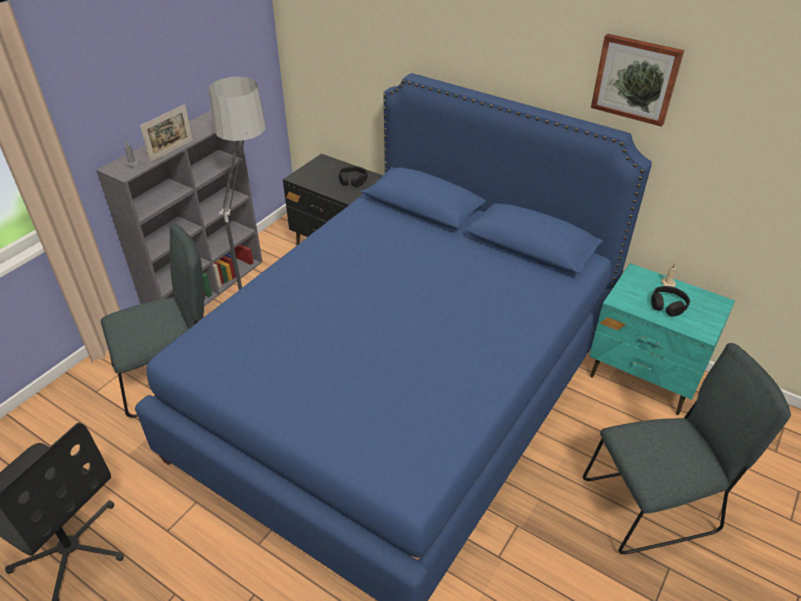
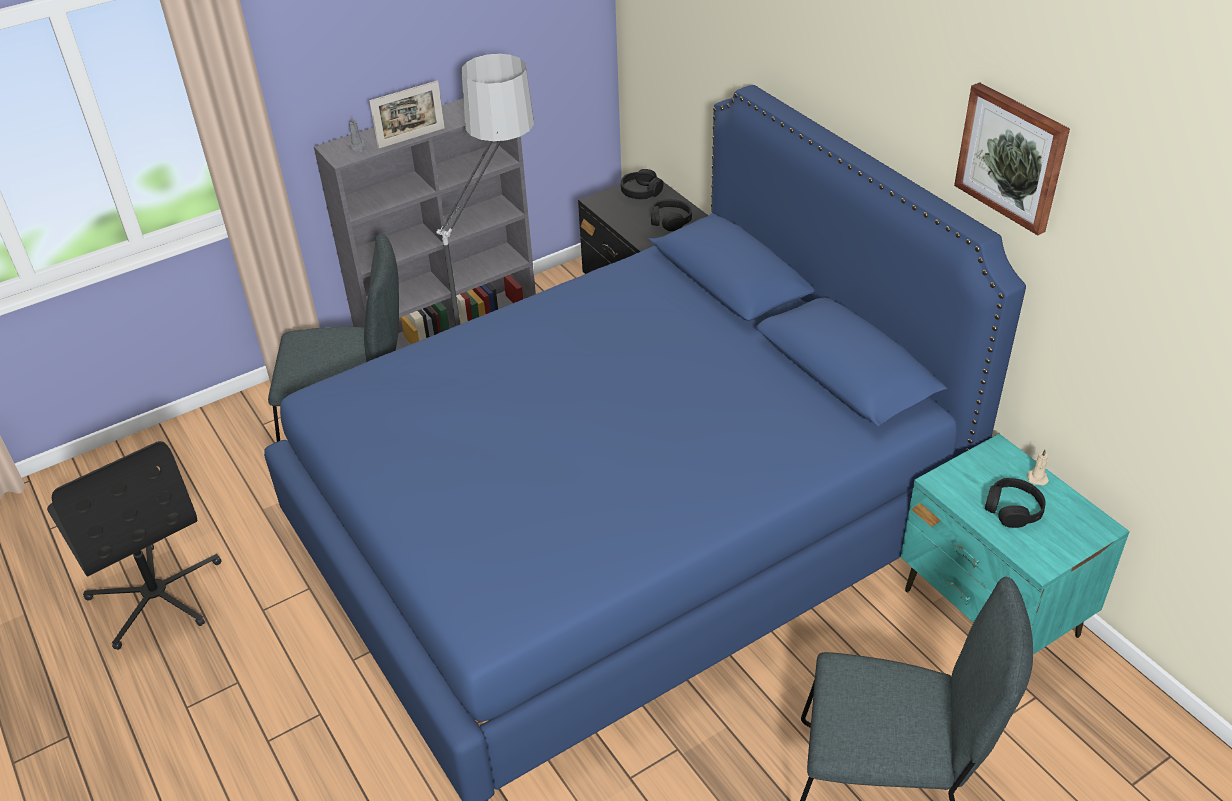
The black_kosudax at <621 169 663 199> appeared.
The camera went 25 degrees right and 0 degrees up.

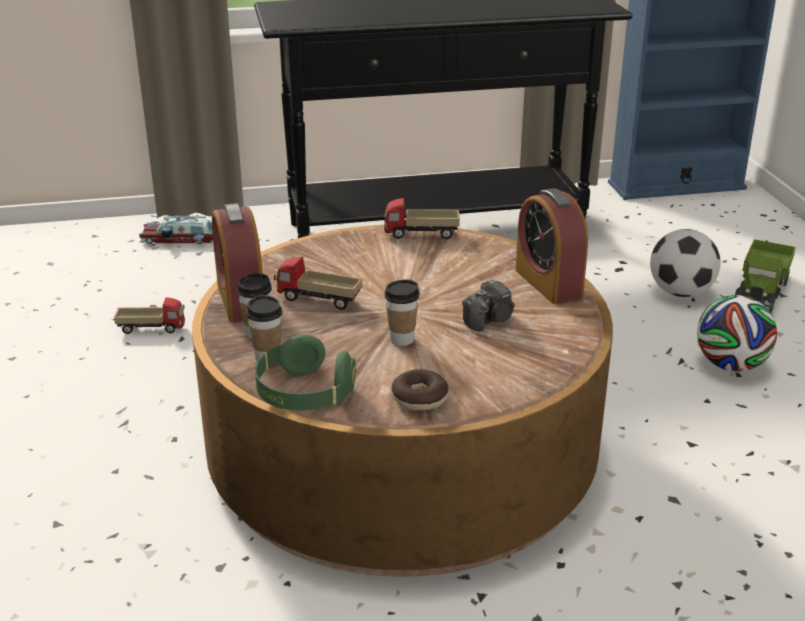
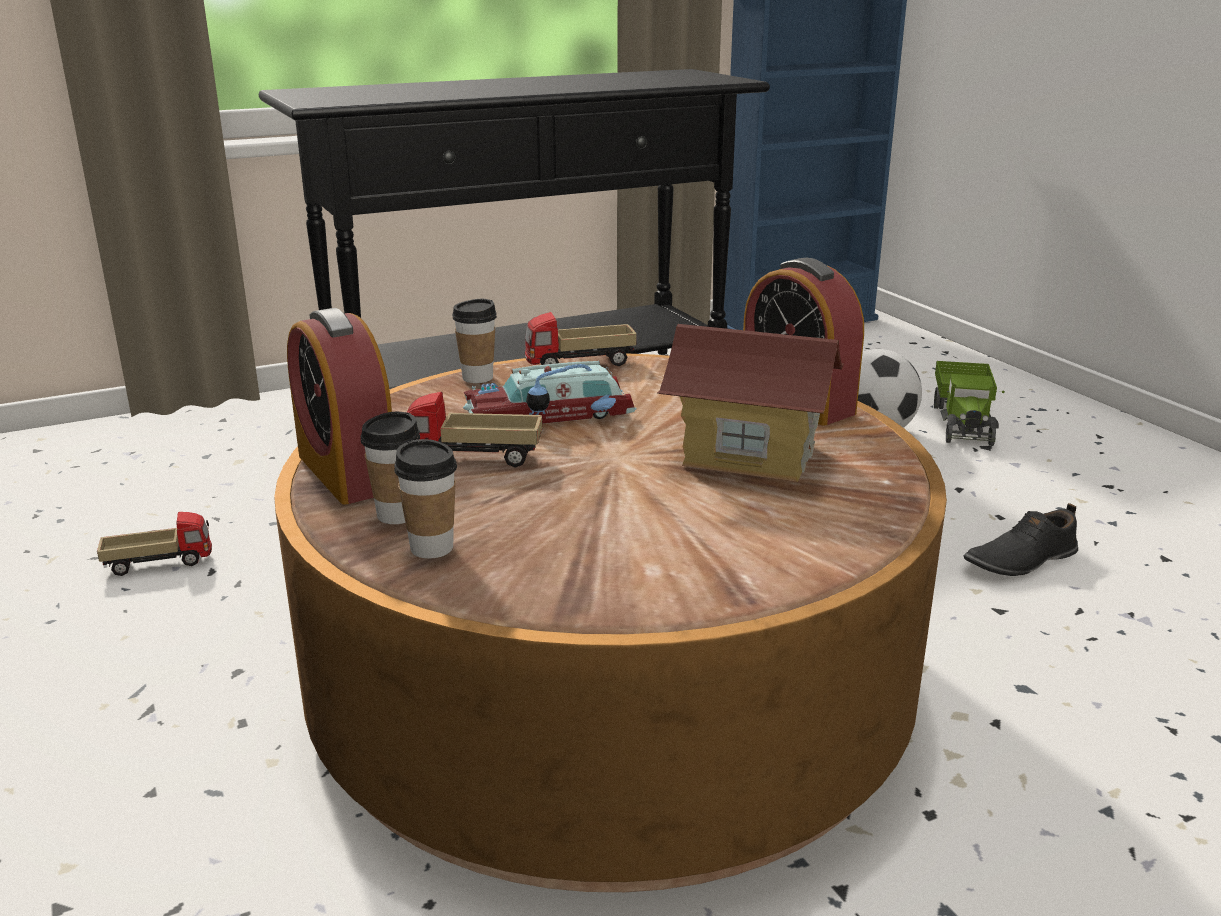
The green_kosudax at <255 334 356 411> disappeared.
The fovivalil at <391 369 449 410> disappeared.
The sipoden at <697 295 777 372> disappeared.
The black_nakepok at <963 503 1078 576> appeared.
The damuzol moved from <139 216 213 244> to <463 361 637 424>.
The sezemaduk moved from <384 279 420 346> to <452 299 497 383>.
The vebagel at <462 278 515 332> was replaced by the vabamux at <657 324 844 482>.
The camera went 15 degrees left and 5 degrees down.

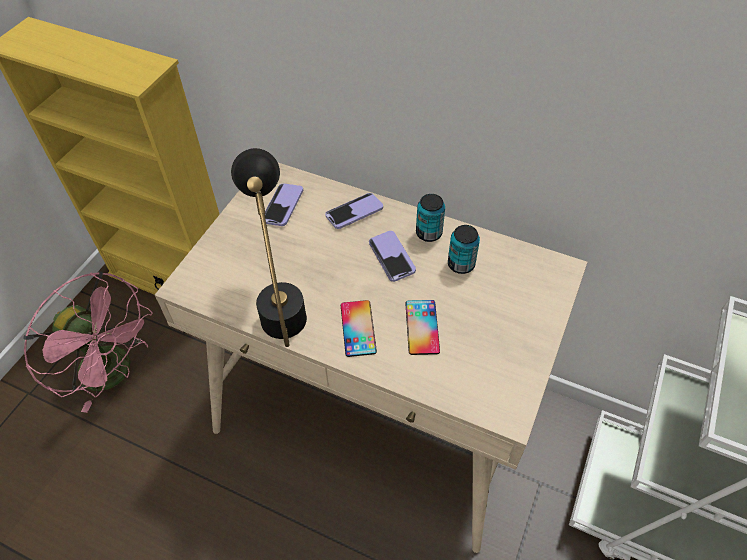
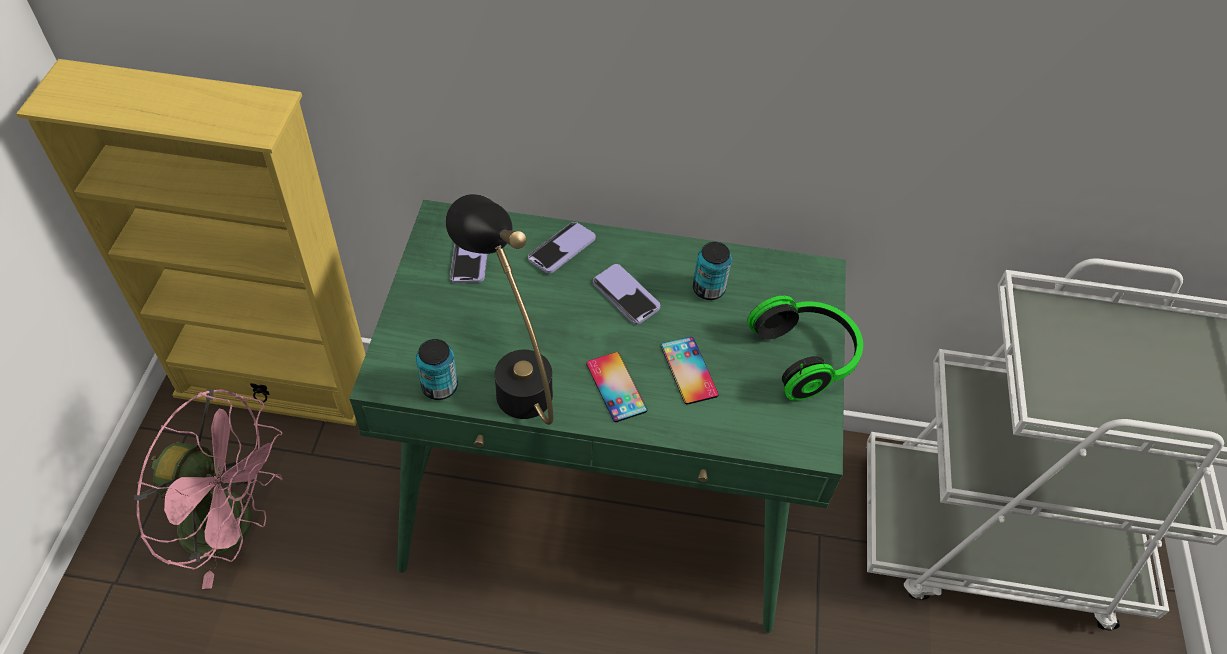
The kosudax at <747 296 863 401> appeared.
The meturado moved from <416 194 445 242> to <416 339 458 400>.
The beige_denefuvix at <155 163 588 553> became the green_denefuvix at <349 200 846 633>.
The camera went 20 degrees left and 0 degrees up.

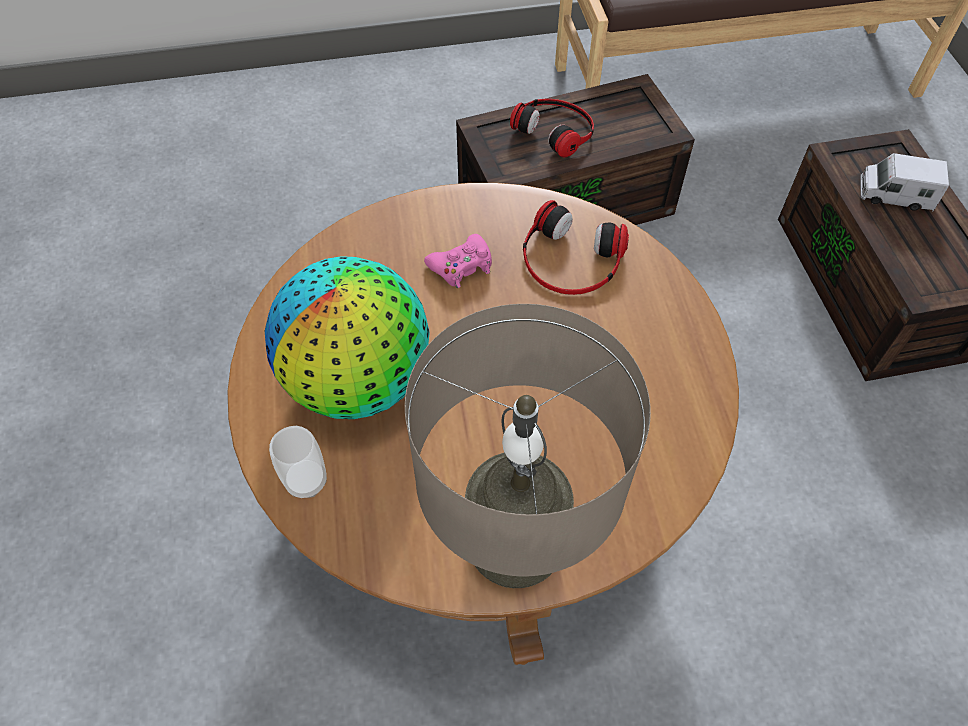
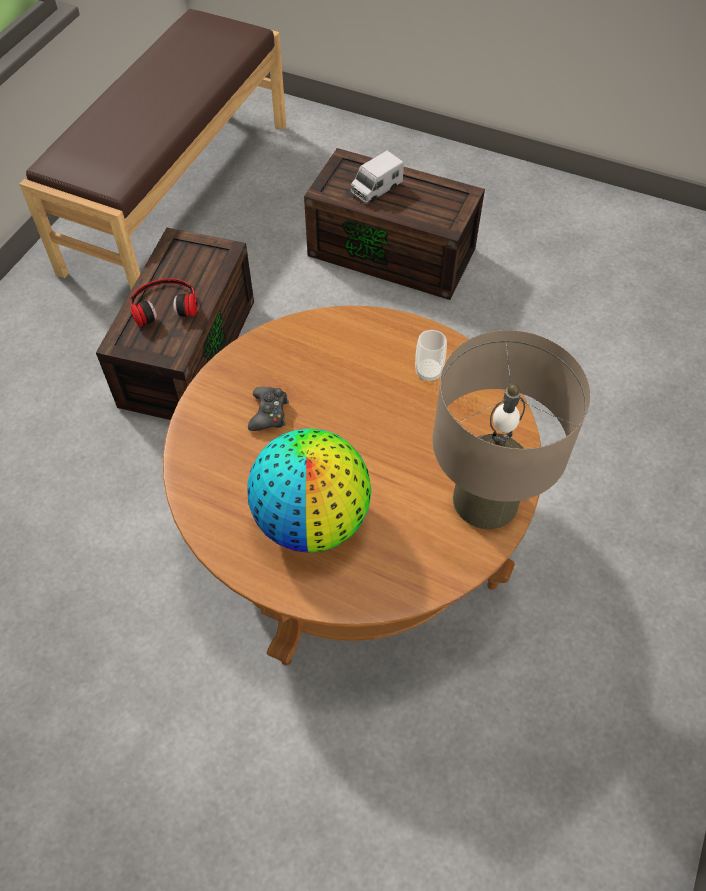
The kosudax at <523 200 629 295> disappeared.
The sezemaduk moved from <269 426 327 498> to <415 330 447 382>.
The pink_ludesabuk at <424 234 492 288> became the black_ludesabuk at <248 387 289 431>.
The camera went 55 degrees left and 0 degrees up.

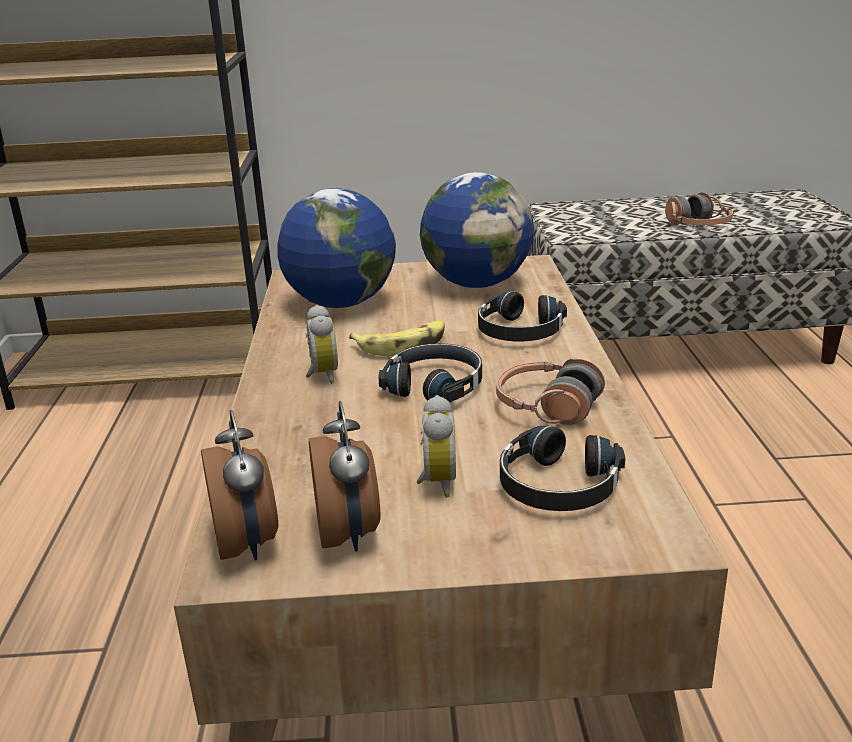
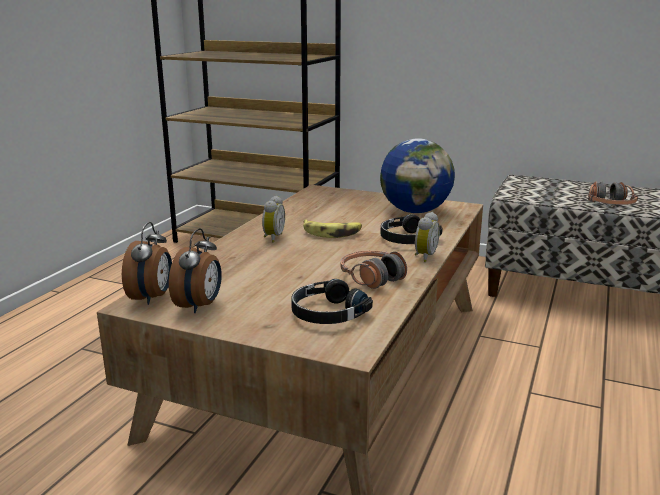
The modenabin at <278 188 396 308> disappeared.
The black_kosudax at <378 343 482 402> disappeared.
The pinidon moved from <417 395 456 498> to <415 212 440 262>.
The camera went 25 degrees right and 5 degrees down.

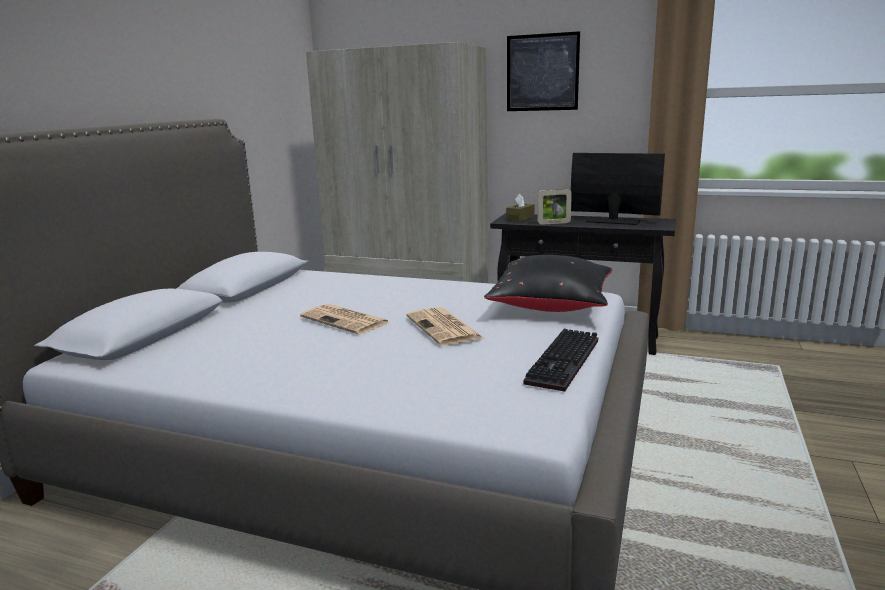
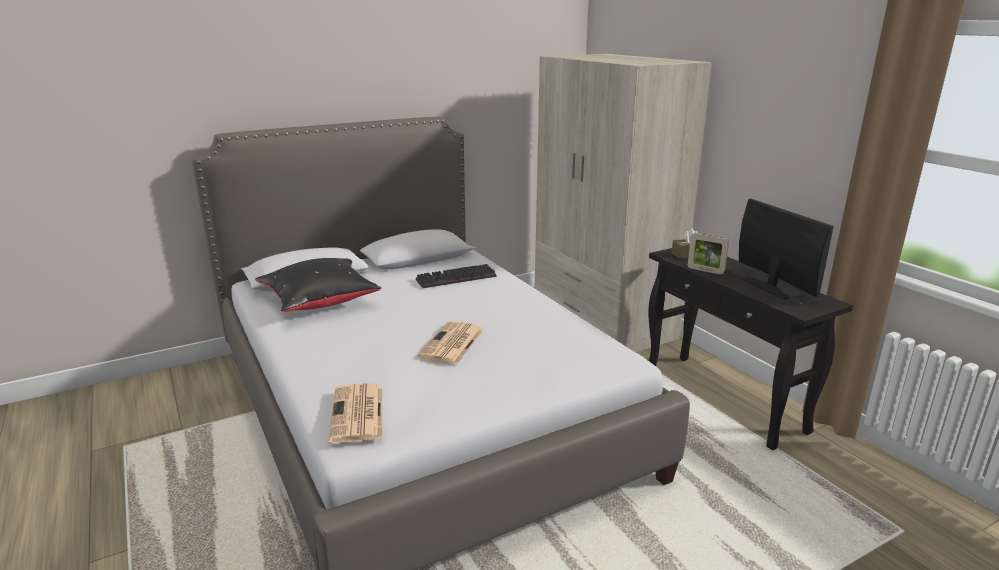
The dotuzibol at <507 31 580 111> disappeared.
The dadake moved from <300 304 391 334> to <329 383 382 443>.
The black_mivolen moved from <484 255 613 312> to <255 258 381 312>.
The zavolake moved from <523 329 598 392> to <416 264 496 288>.
The camera went 40 degrees right and 5 degrees up.

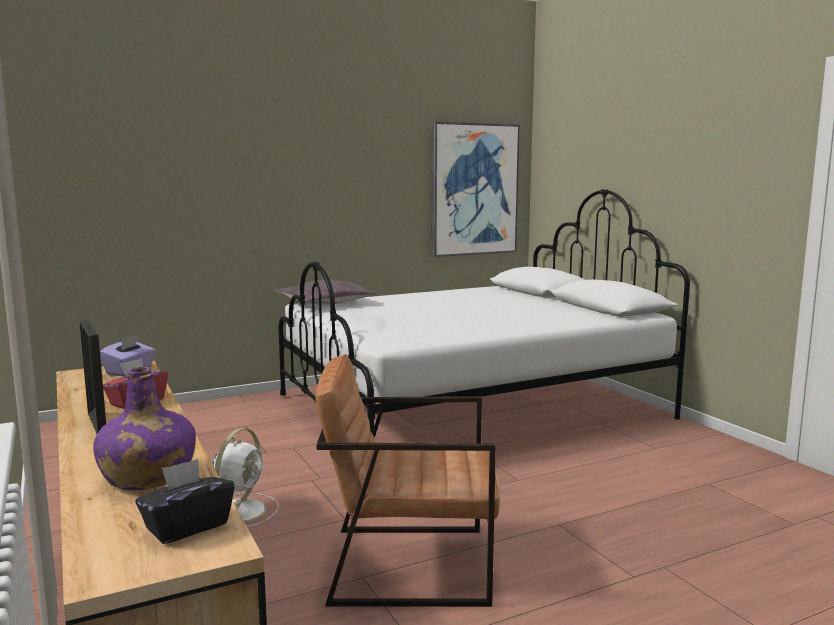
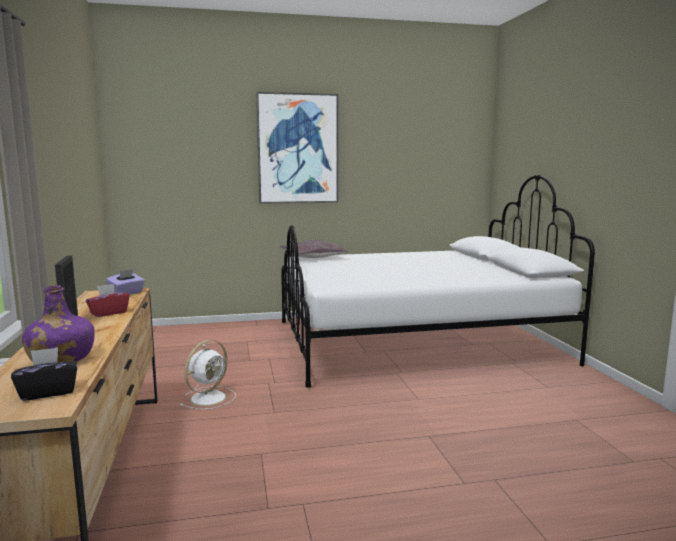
The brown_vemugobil at <316 354 500 607> disappeared.
The dotuzibol moved from <431 122 520 257> to <256 92 338 204>.
The camera went 15 degrees right and 0 degrees up.

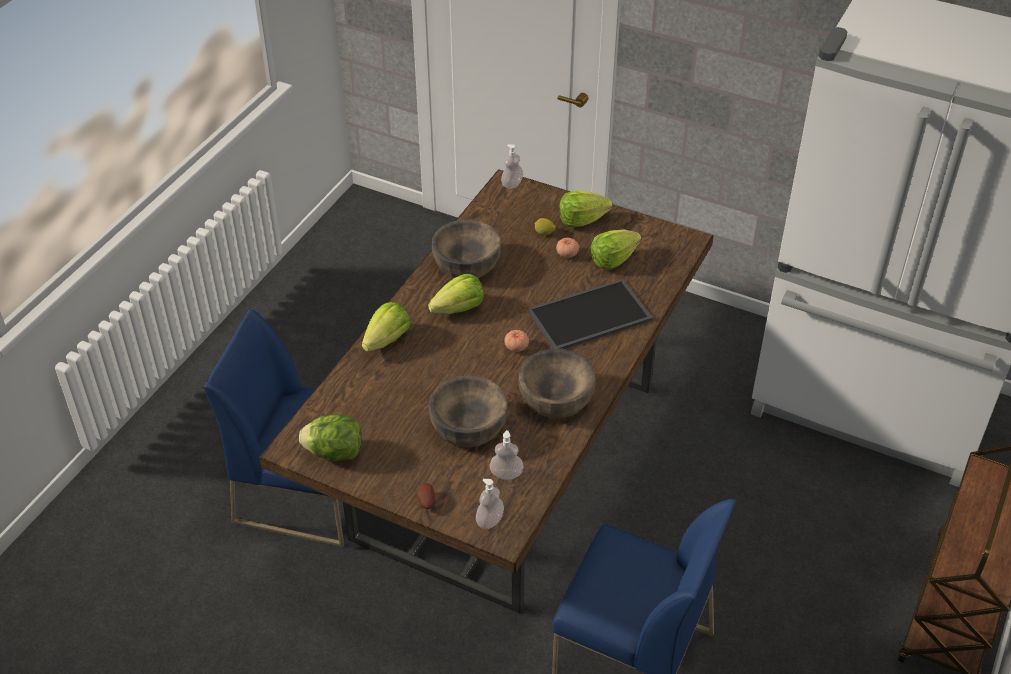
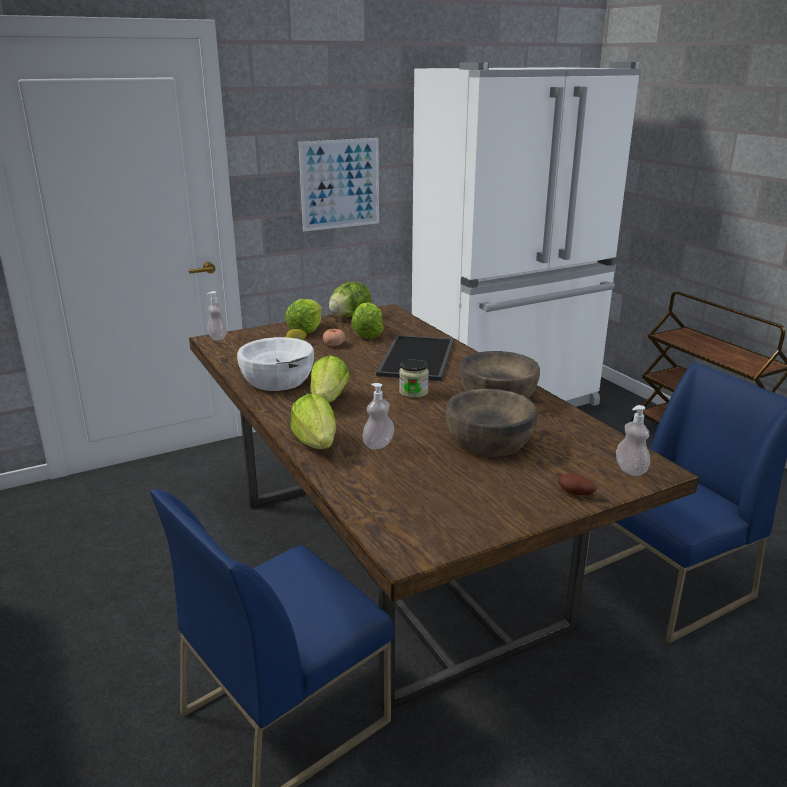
The dotuzibol at <298 138 379 232> appeared.
The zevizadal moved from <299 415 362 461> to <329 282 372 317>.
The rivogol moved from <490 430 524 480> to <362 383 394 449>.
The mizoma at <504 330 529 352> was replaced by the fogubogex at <399 359 429 398>.
The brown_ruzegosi at <432 220 501 278> became the white_ruzegosi at <237 337 314 391>.
The camera went 55 degrees left and 20 degrees down.

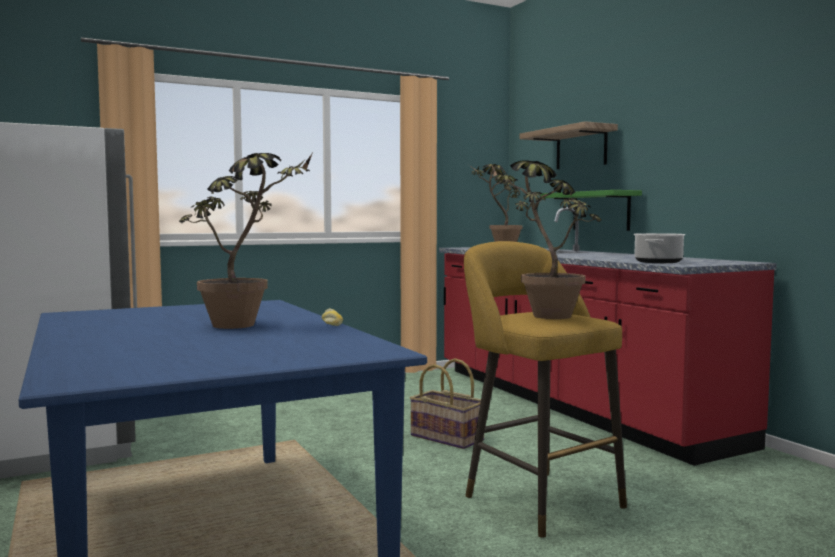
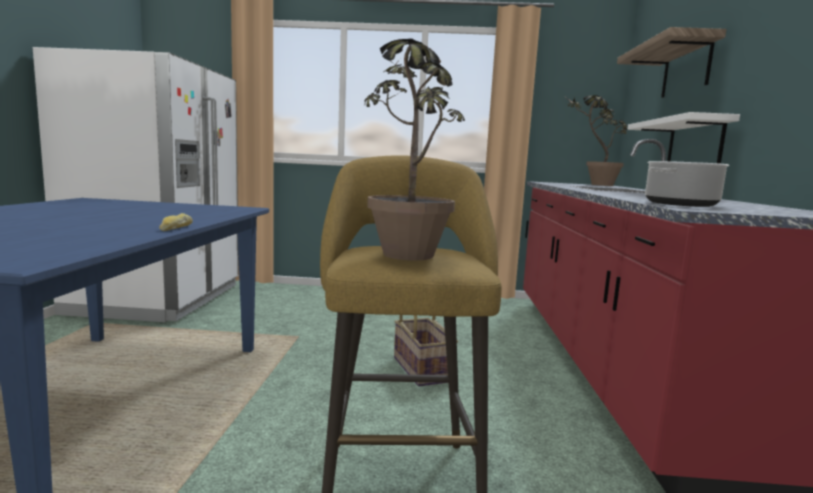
The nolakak at <179 153 313 329> disappeared.
The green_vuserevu at <540 190 642 231> became the white_vuserevu at <628 112 740 164>.
The camera went 30 degrees right and 5 degrees up.

